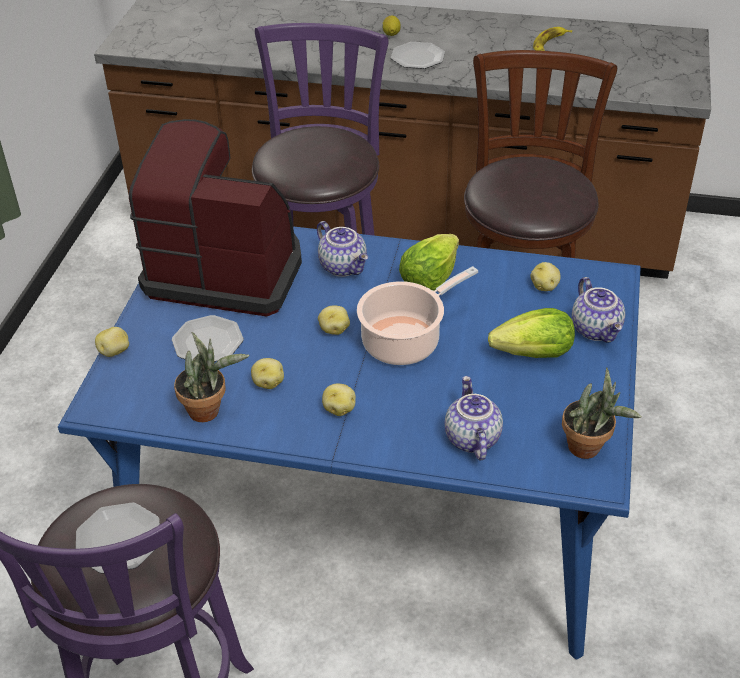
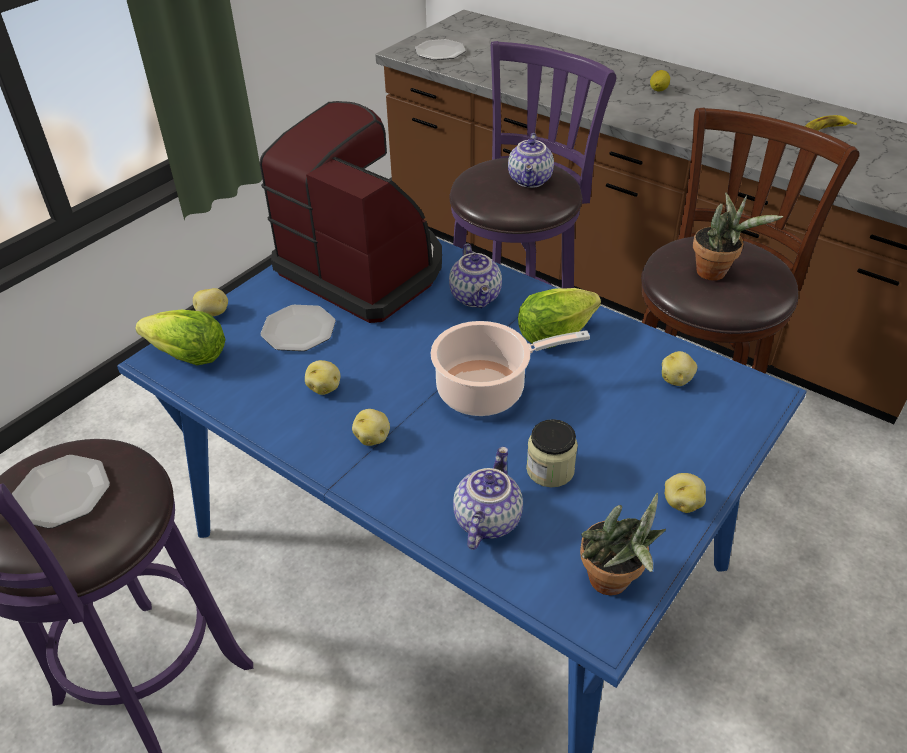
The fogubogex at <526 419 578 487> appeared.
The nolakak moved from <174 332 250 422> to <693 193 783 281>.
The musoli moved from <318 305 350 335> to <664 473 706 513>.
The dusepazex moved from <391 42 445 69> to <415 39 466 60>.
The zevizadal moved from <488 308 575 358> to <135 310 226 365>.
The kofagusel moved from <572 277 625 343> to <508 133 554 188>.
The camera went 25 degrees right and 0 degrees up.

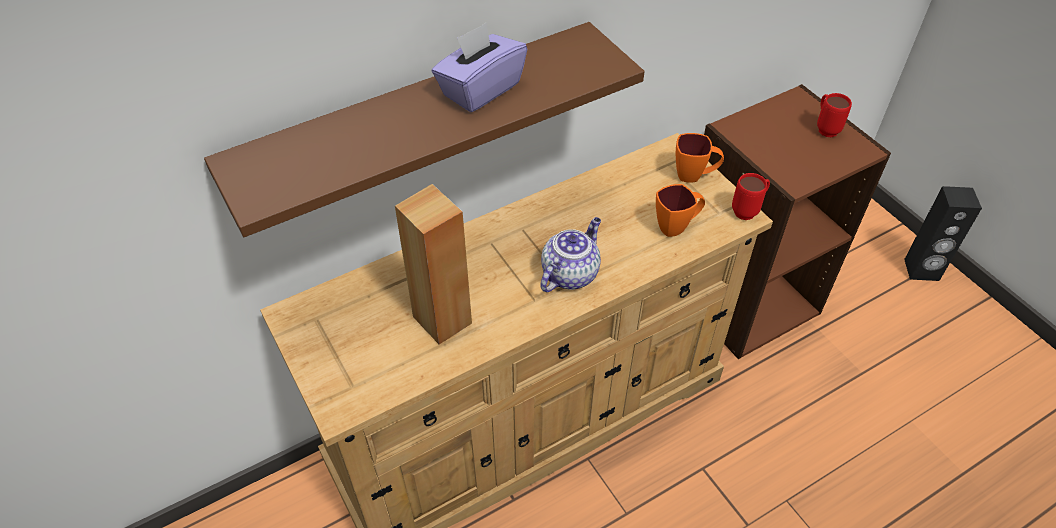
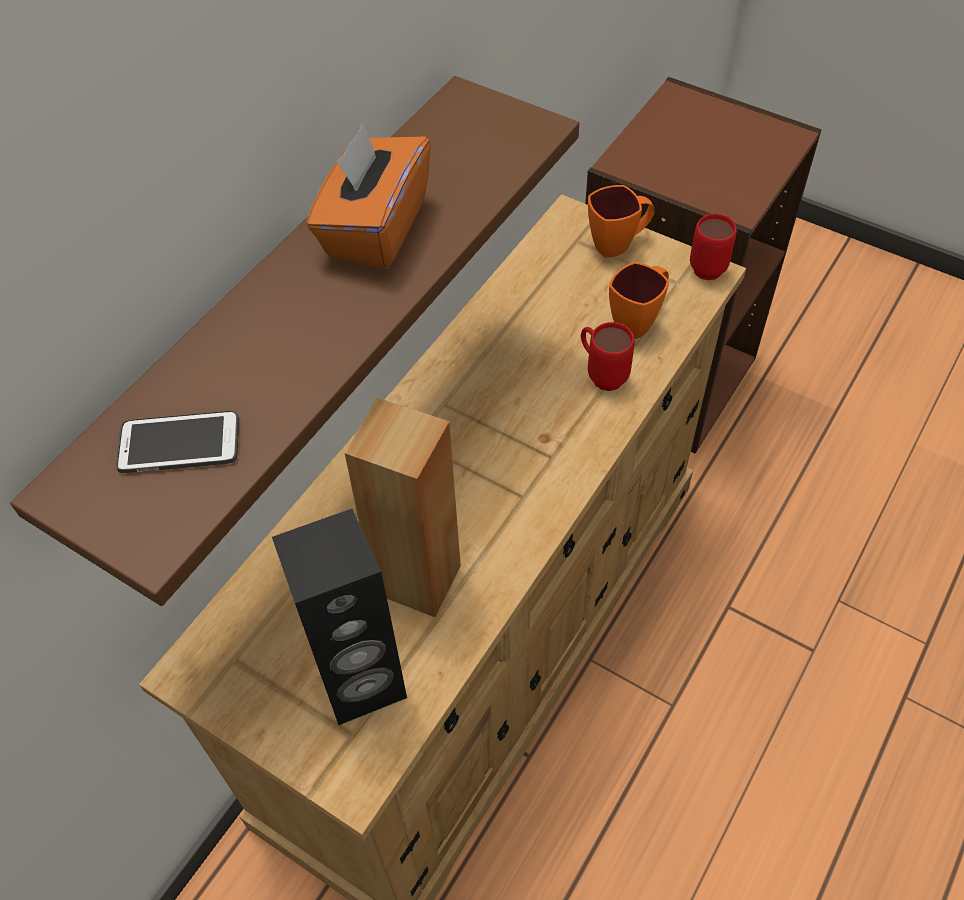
The kofagusel at <541 217 601 292> disappeared.
The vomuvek at <116 411 239 473> appeared.
The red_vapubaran moved from <817 93 852 137> to <581 322 635 391>.
The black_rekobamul moved from <904 186 982 281> to <272 509 407 725>.
The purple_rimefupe at <432 23 527 112> became the orange_rimefupe at <306 123 431 269>.
The camera went 25 degrees left and 5 degrees up.

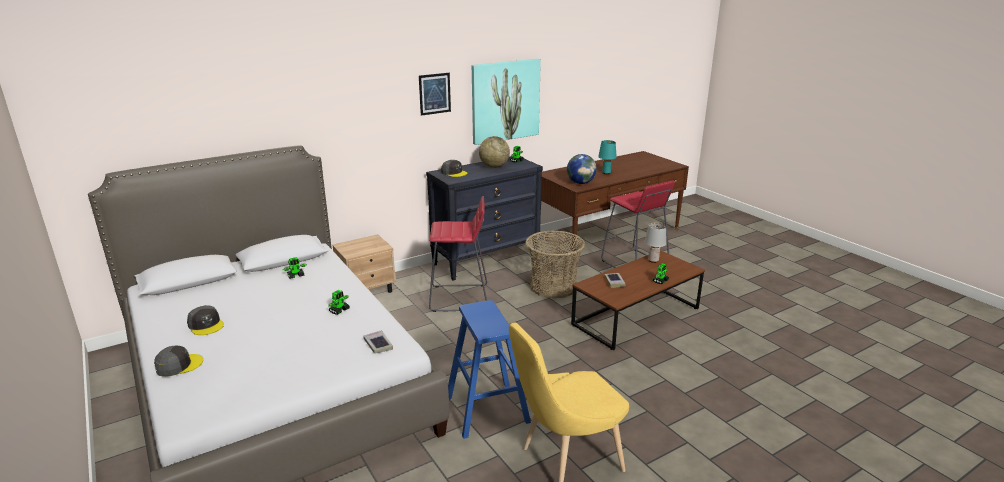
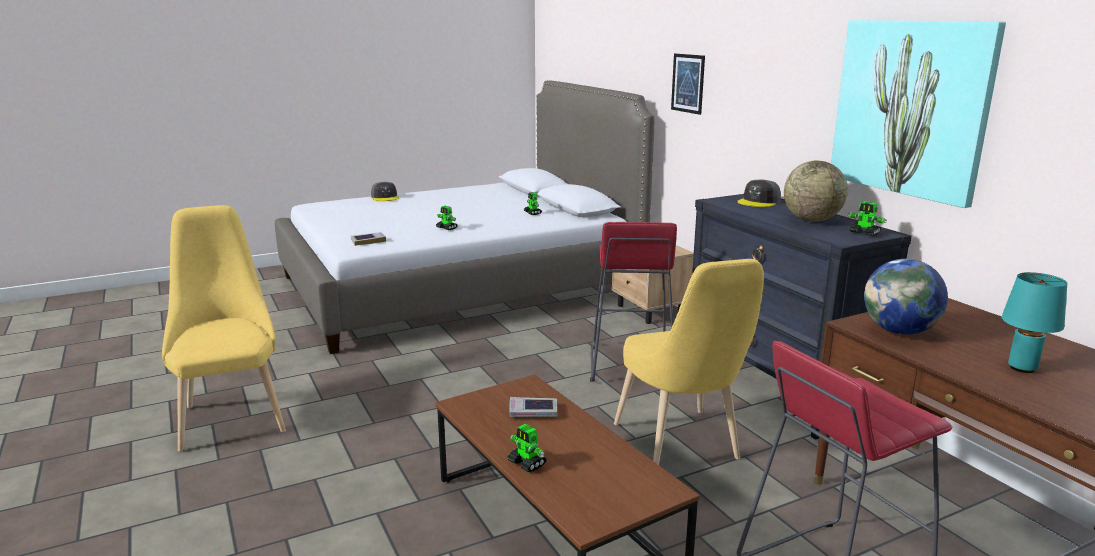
The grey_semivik at <187 305 224 335> disappeared.
The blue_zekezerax at <448 300 531 439> disappeared.
The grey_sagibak at <644 223 667 263> disappeared.
The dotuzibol moved from <419 73 451 116> to <671 54 705 115>.
The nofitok at <525 230 585 298> was replaced by the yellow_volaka at <614 259 764 465>.
The camera went 95 degrees right and 5 degrees down.

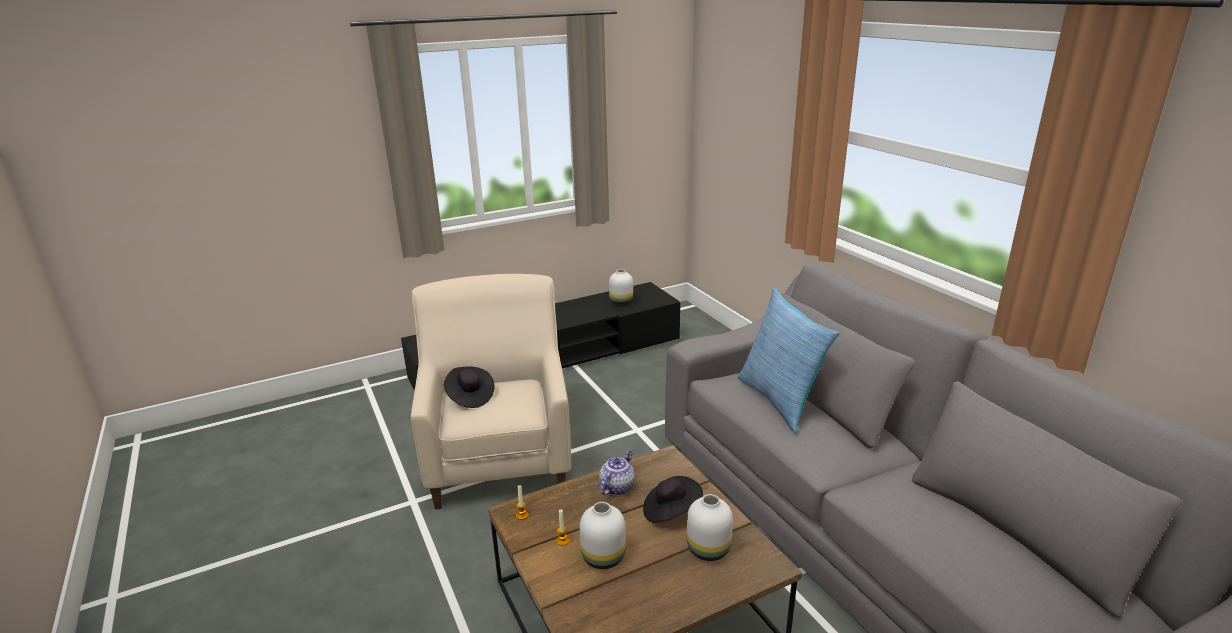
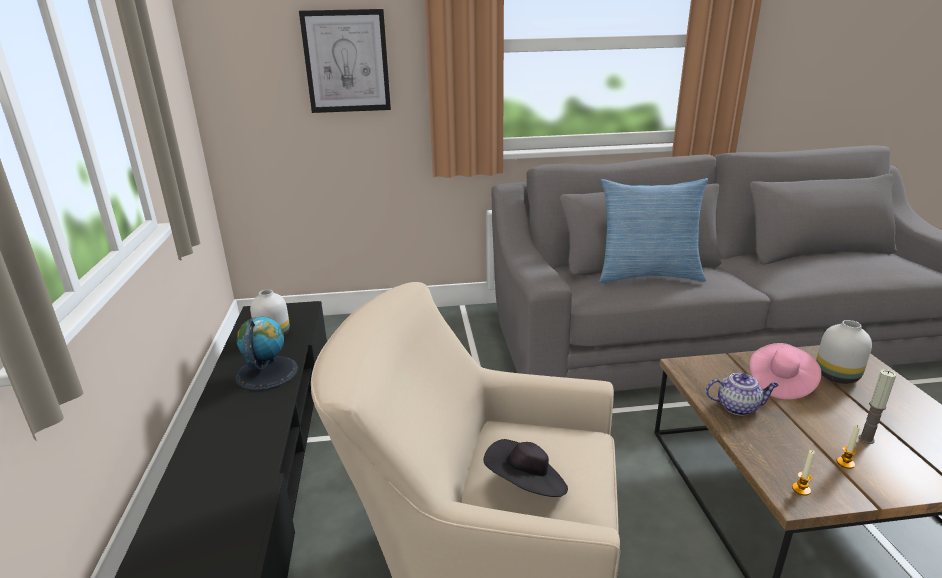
The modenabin at <235 316 299 391> appeared.
The dotuzibol at <299 9 391 113> appeared.
The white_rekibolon at <580 502 626 569> was replaced by the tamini at <858 370 896 444>.
The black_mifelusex at <643 476 703 523> became the pink_mifelusex at <750 343 821 400>.
The kofagusel at <599 451 635 495> turned 135 degrees clockwise.
The camera went 70 degrees left and 0 degrees up.

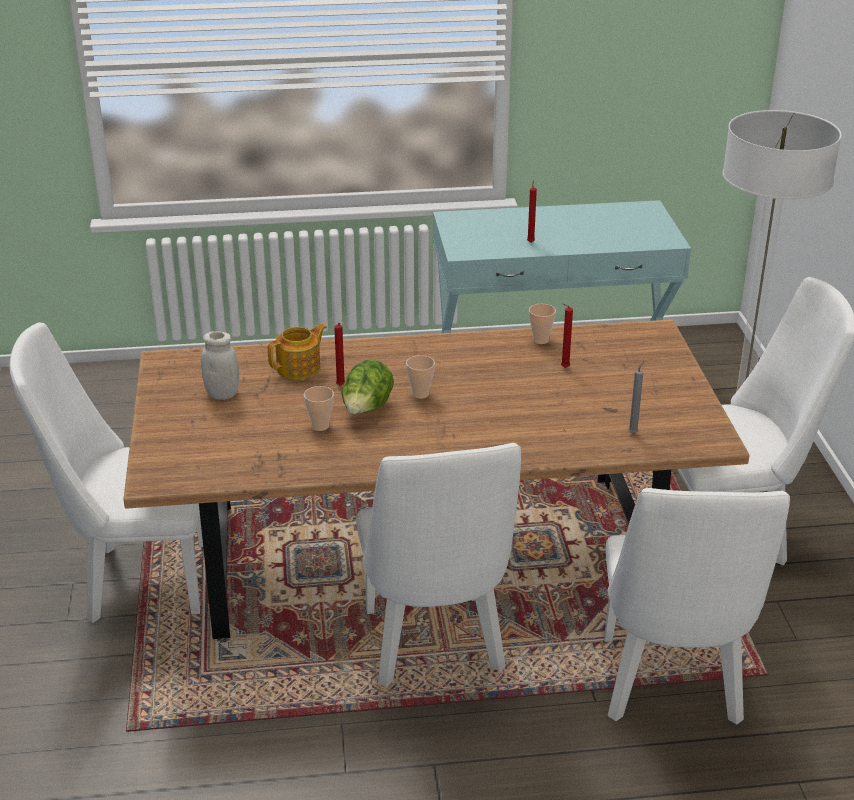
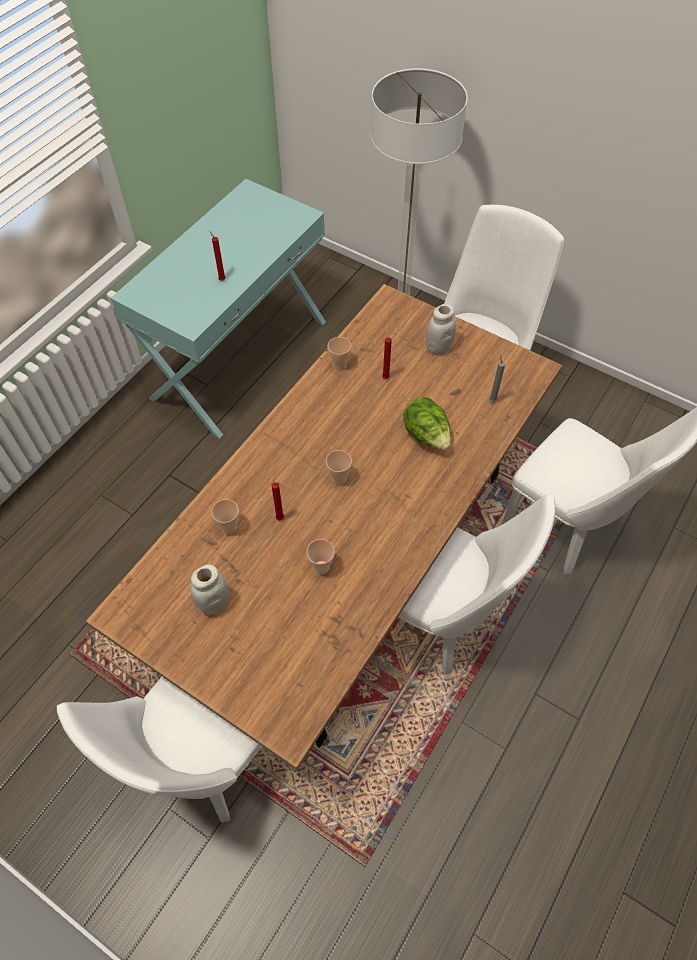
The white_fogubogex at <426 304 456 355> appeared.
The zevizadal moved from <342 360 394 414> to <403 397 451 450>.
The kofagusel at <268 323 327 380> was replaced by the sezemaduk at <211 499 239 534>.
The camera went 50 degrees left and 25 degrees up.

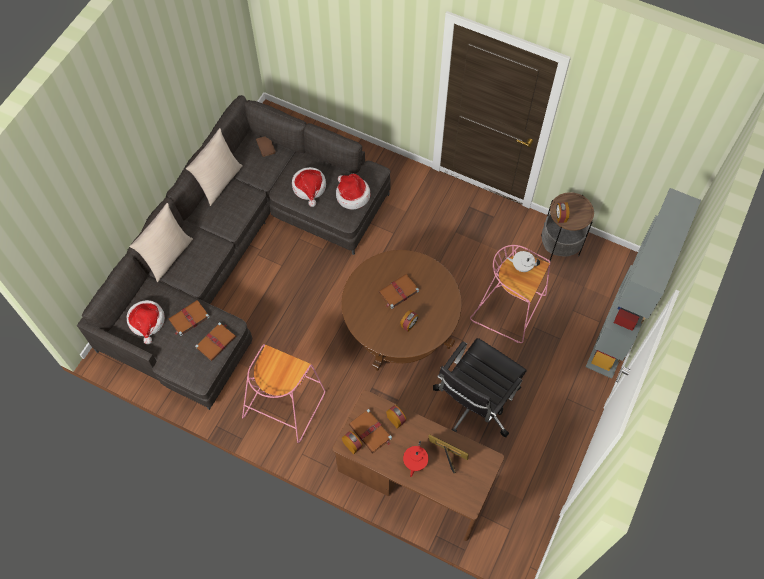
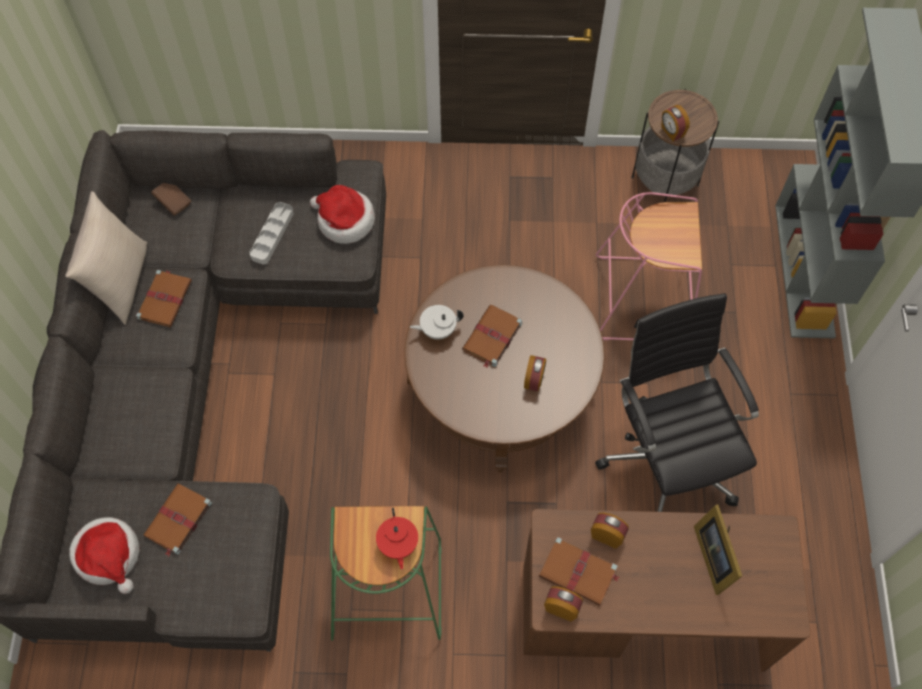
The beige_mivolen at <130 203 193 282> disappeared.
The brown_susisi moved from <195 322 236 361> to <136 270 192 328>.
The red_kofagusel moved from <403 441 428 477> to <376 508 418 570>.
The white_kofagusel moved from <507 251 540 272> to <410 305 464 340>.
The mifelusex at <292 167 326 207> was replaced by the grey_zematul at <249 202 294 264>.
The pink_zekezerax at <242 344 325 443> became the green_zekezerax at <330 506 441 641>.
The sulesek at <429 434 469 474> turned 105 degrees counterclockwise.
The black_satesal at <433 338 527 437> turned 150 degrees clockwise.
The camera went 25 degrees left and 0 degrees up.

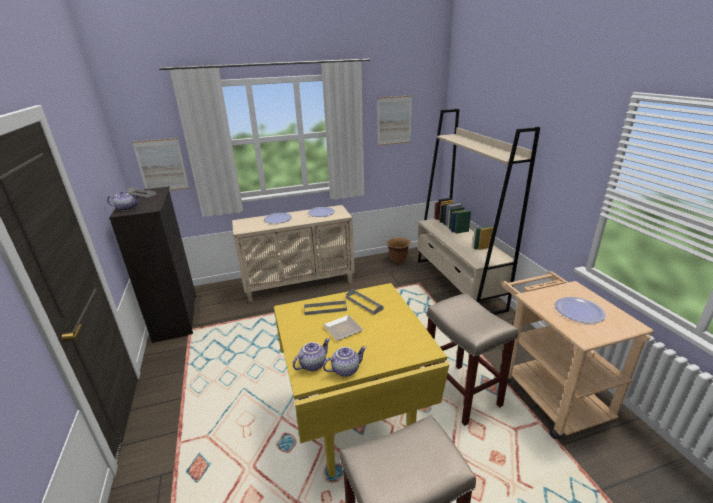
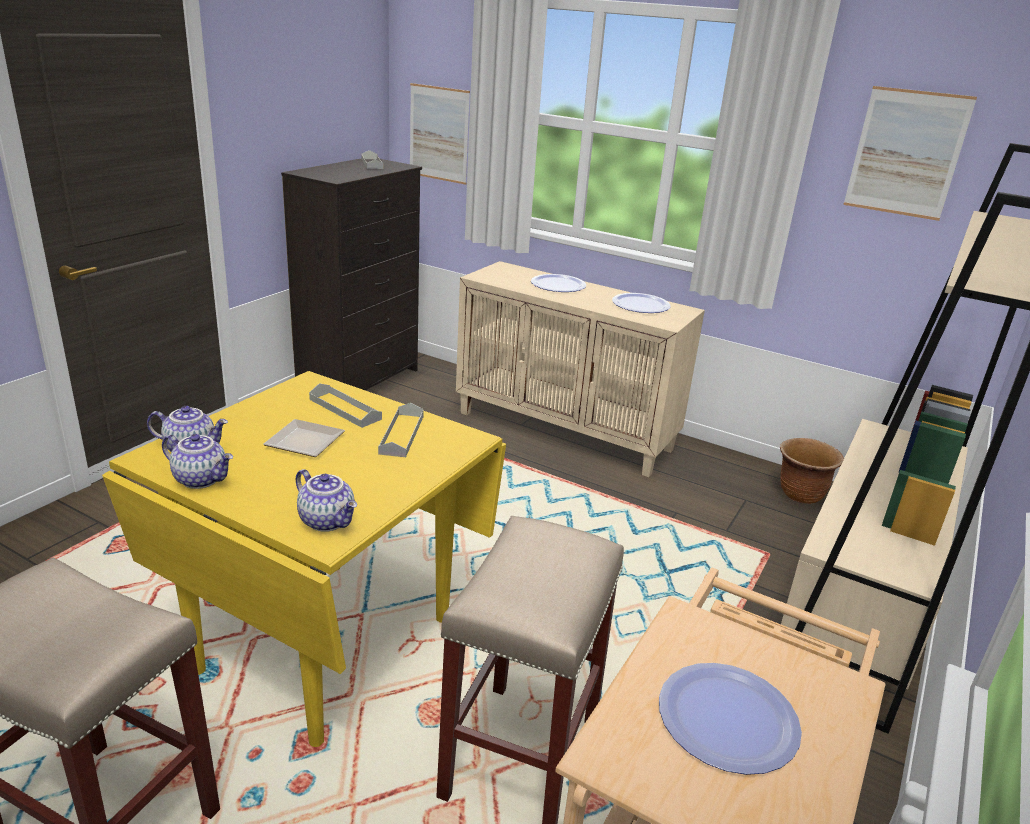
The kofagusel moved from <107 191 138 211> to <296 469 357 532>.
The camera went 45 degrees right and 0 degrees up.

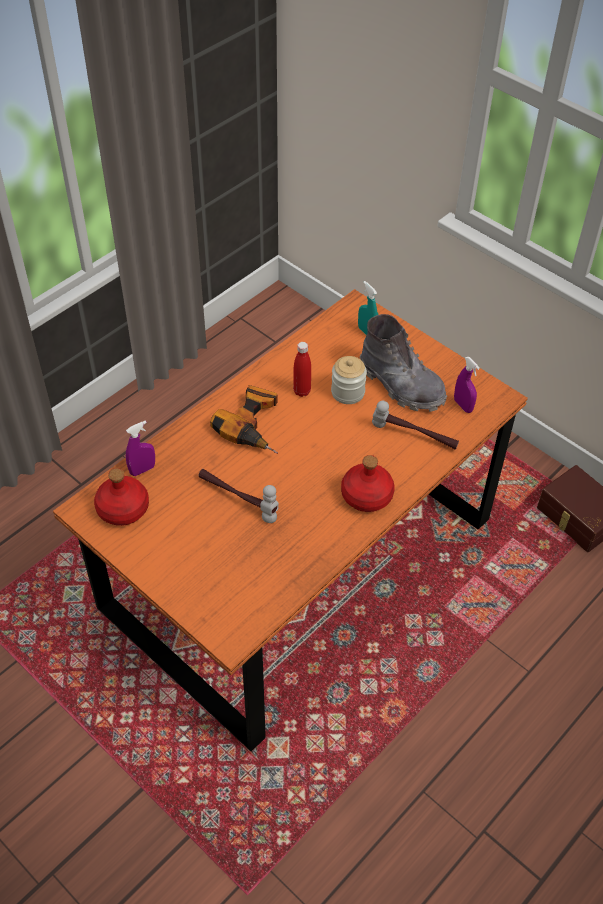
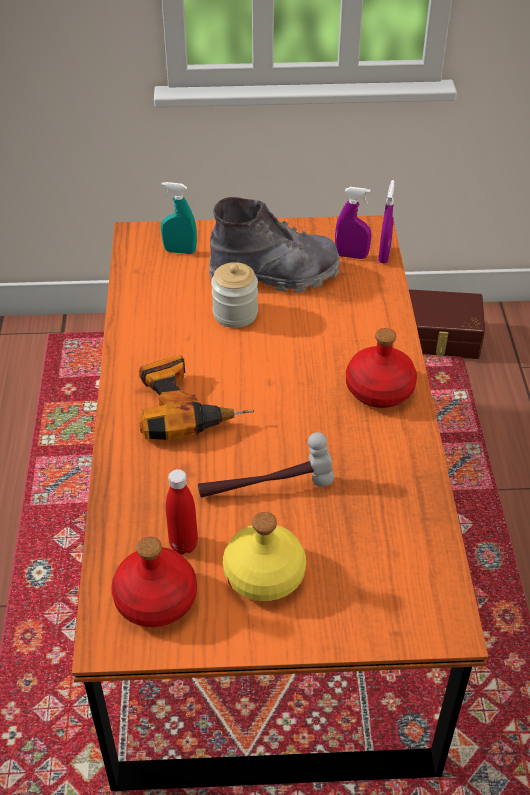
The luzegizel at <372 401 459 450> disappeared.
The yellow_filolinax at <223 512 306 601> appeared.
The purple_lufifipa moved from <126 421 155 476> to <378 180 395 263>.
The red_filolinax moved from <293 342 311 397> to <166 469 198 554>.
The camera went 45 degrees left and 5 degrees down.

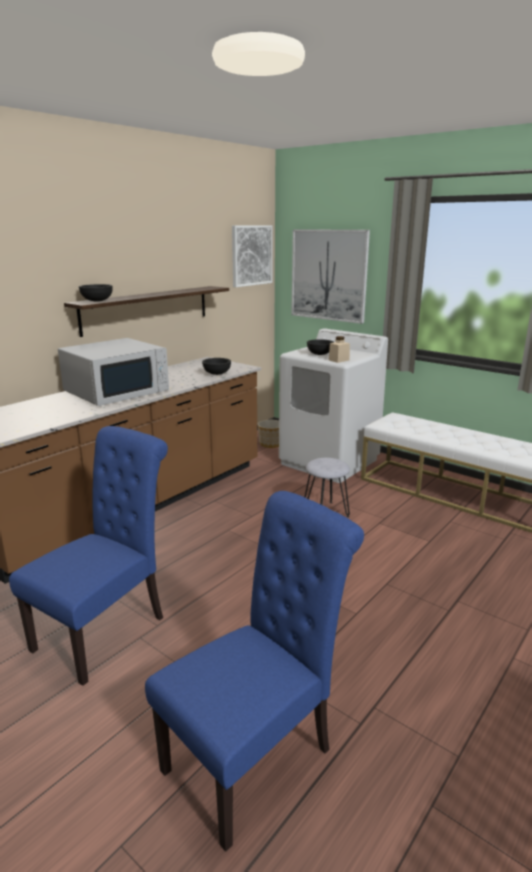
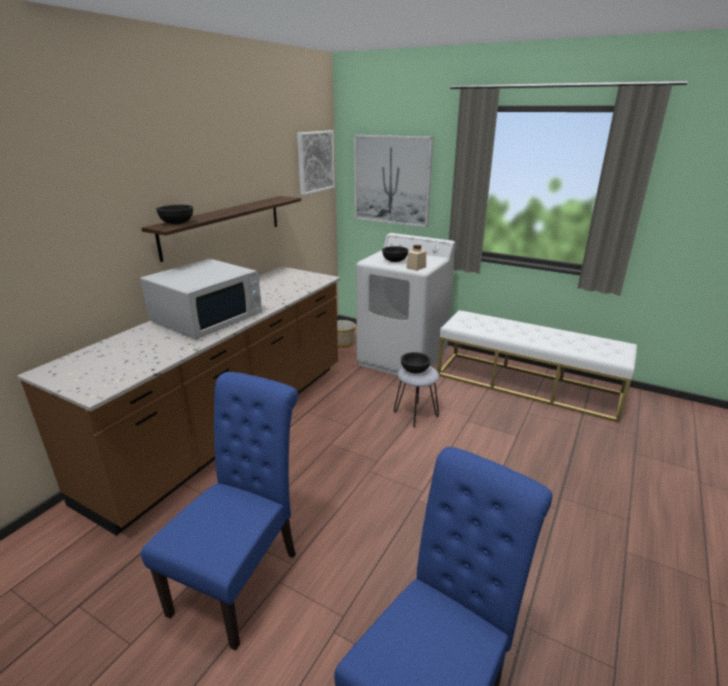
The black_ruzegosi moved from <202 358 231 375> to <401 352 431 373>.
The camera went 10 degrees left and 5 degrees up.

